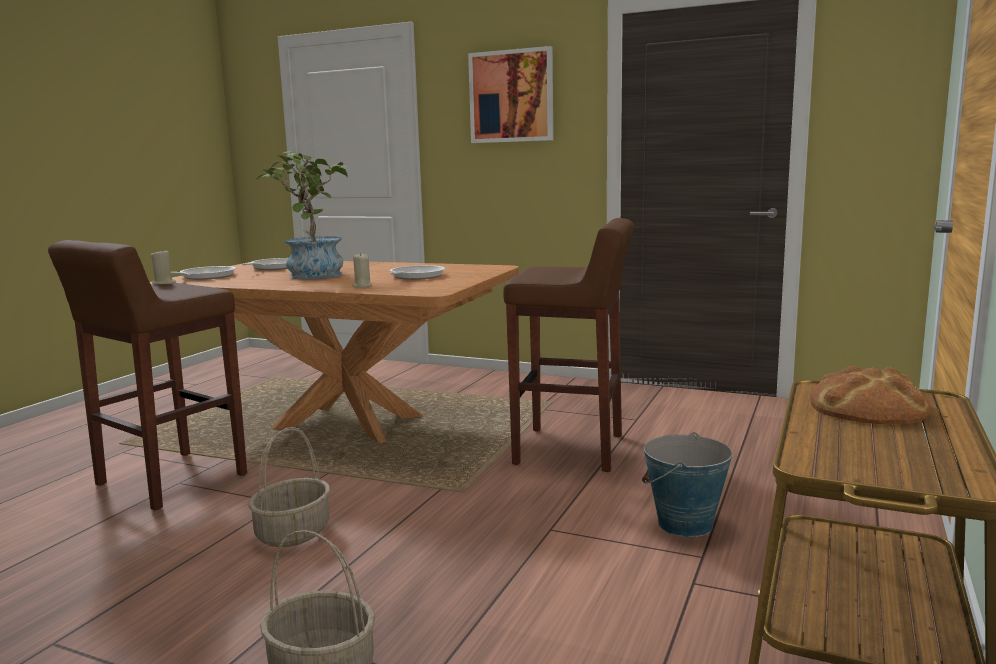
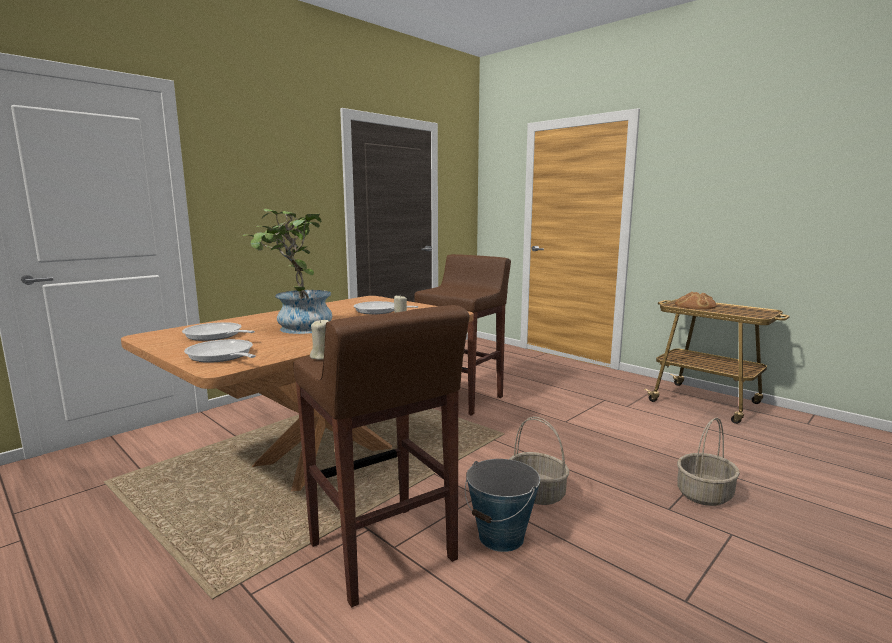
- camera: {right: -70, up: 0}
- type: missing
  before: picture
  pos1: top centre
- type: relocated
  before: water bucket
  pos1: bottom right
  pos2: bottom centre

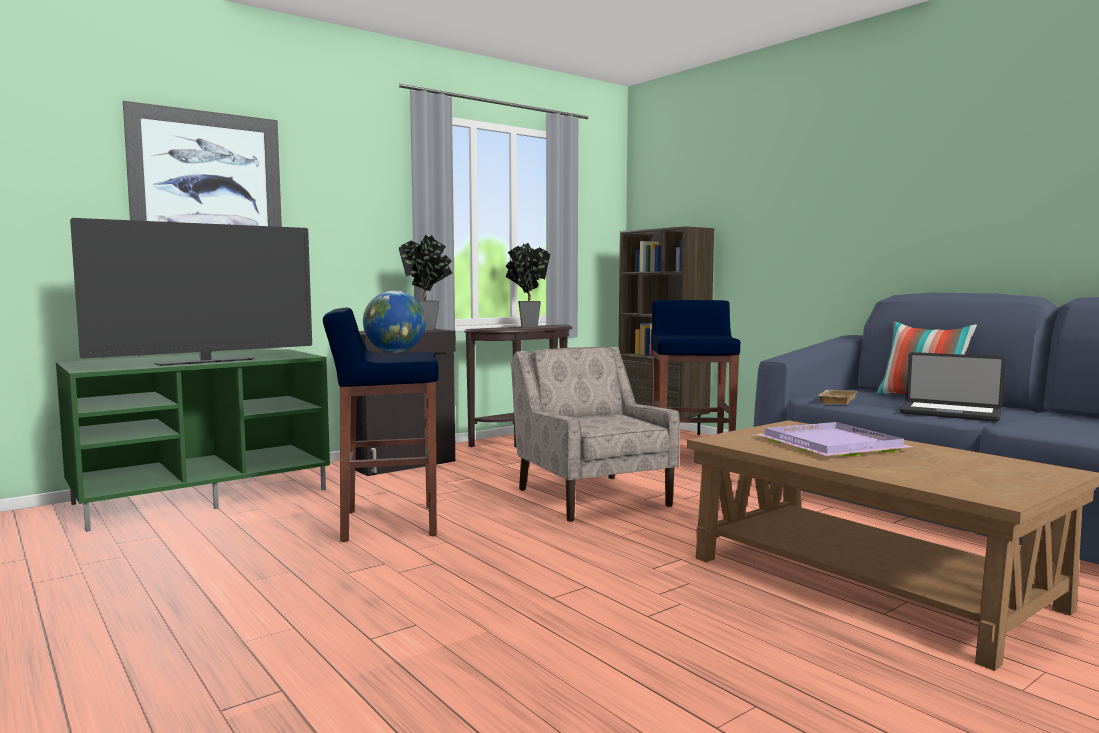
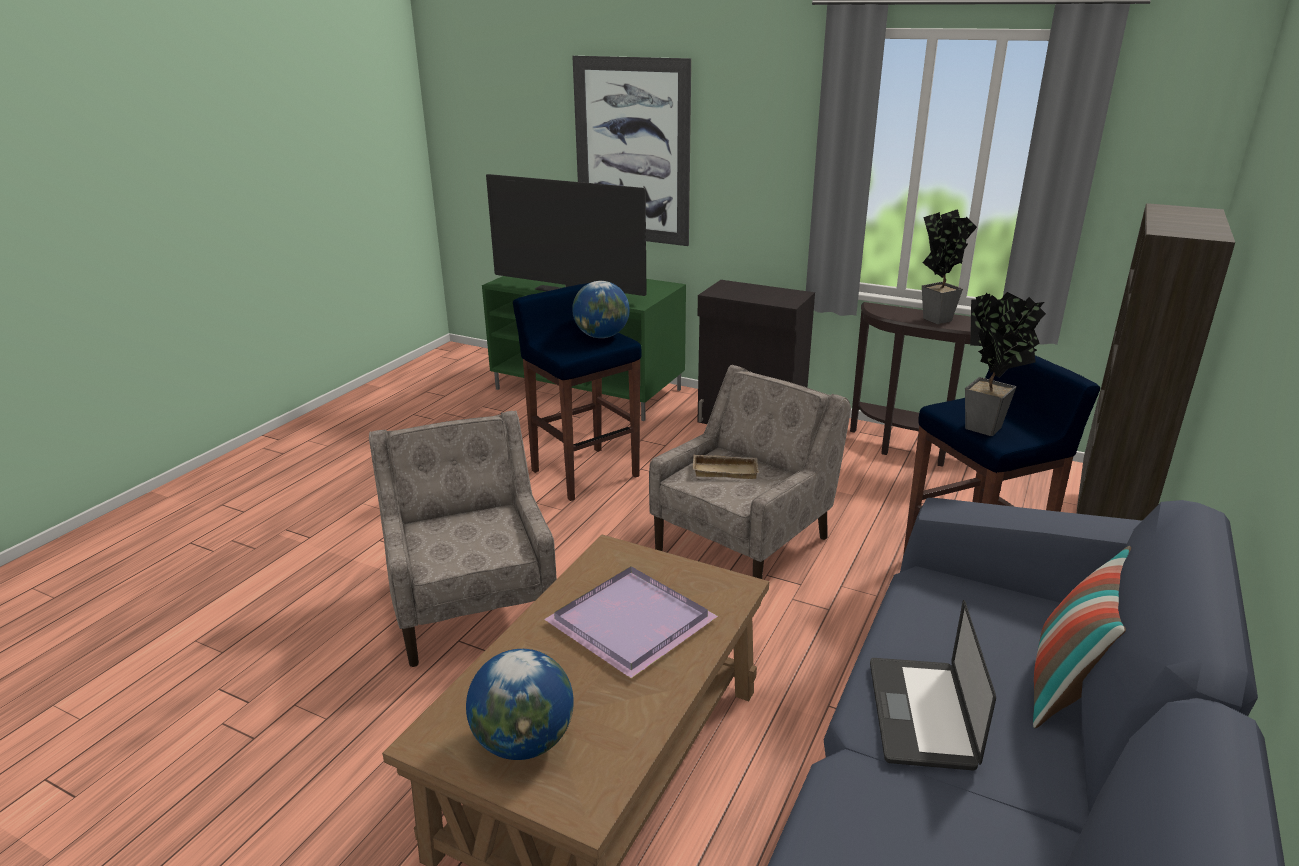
- camera: {right: 65, up: 20}
- type: relocated
  before: houseplant (no. 1 from left in the first image)
  after: houseplant (no. 2 from left)
  pos1: centre
  pos2: middle right
- type: relocated
  before: beige serving tray
  pos1: middle right
  pos2: centre
- type: appeared
  after: beige lounge chair (no. 1 from left)
  pos2: centre
- type: appeared
  after: desk globe (no. 1 from left)
  pos2: bottom centre

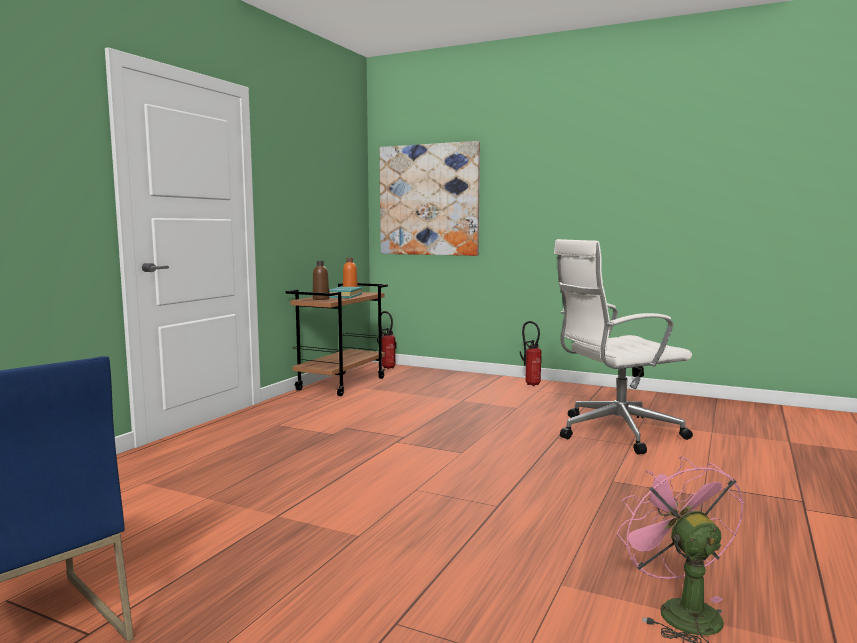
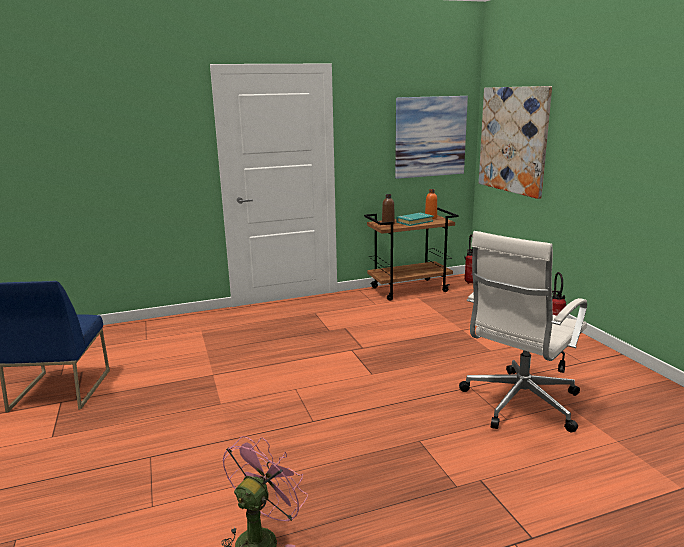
- camera: {right: 45, up: 10}
- type: spun
  before: whitish computer chair
  pos1: middle right
  pos2: middle right
  turn: -75
- type: appeared
  after: picture (no. 1 from left)
  pos2: top centre

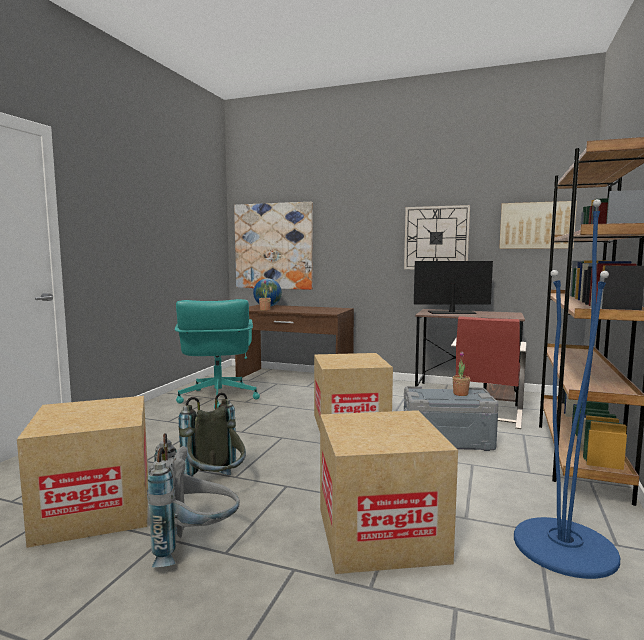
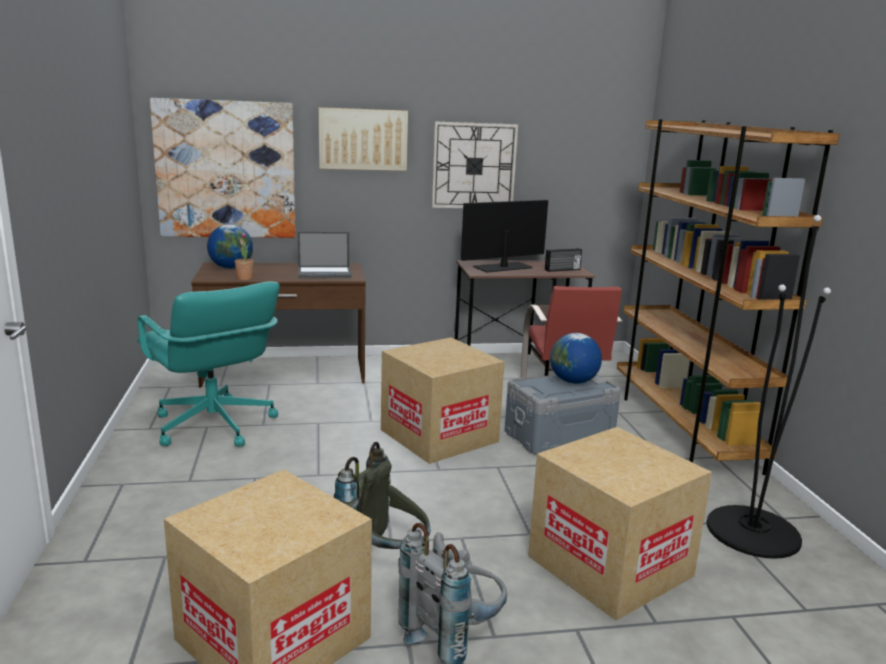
- camera: {right: -30, up: 10}
- type: colour
  before: blue-coloured standing lamp
  after: black-coloured standing lamp
  pos1: middle right
  pos2: middle right
- type: relocated
  before: picture (no. 2 from left)
  pos1: middle right
  pos2: top centre
- type: exchanged
  before: houseplant (no. 2 from left)
  after: desk globe (no. 2 from left)
  pos1: middle right
  pos2: centre
- type: appeared
  after: portable computer
  pos2: centre
- type: appeared
  after: radio receiver
  pos2: centre

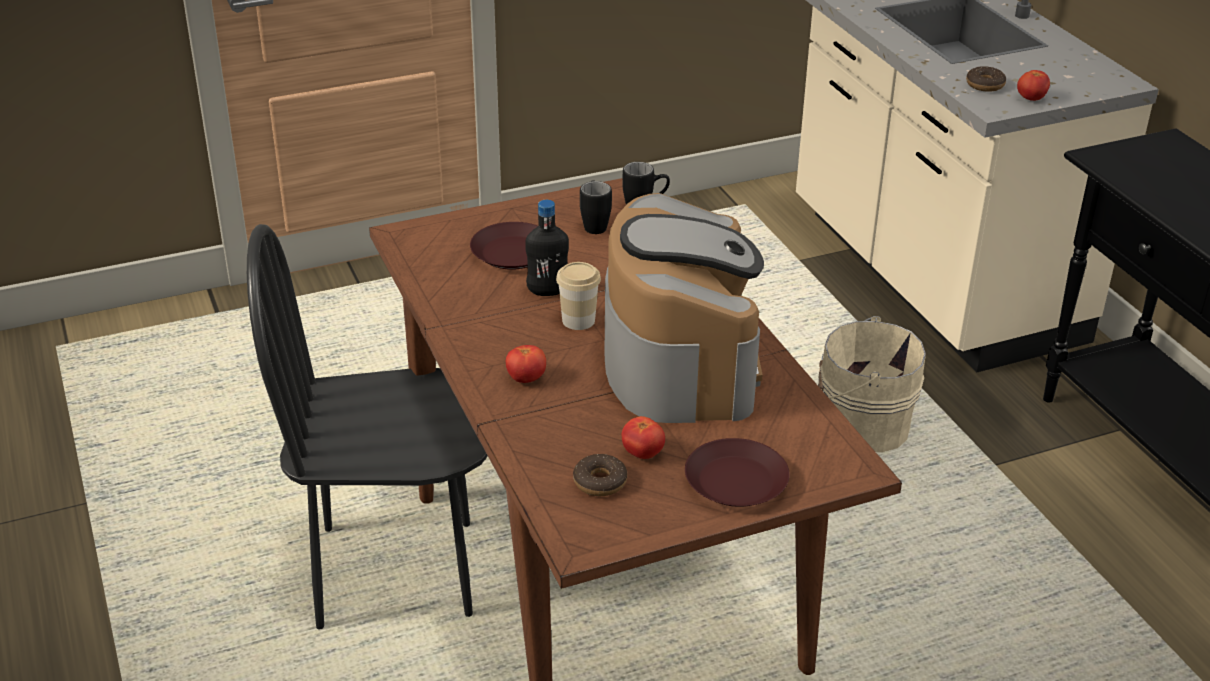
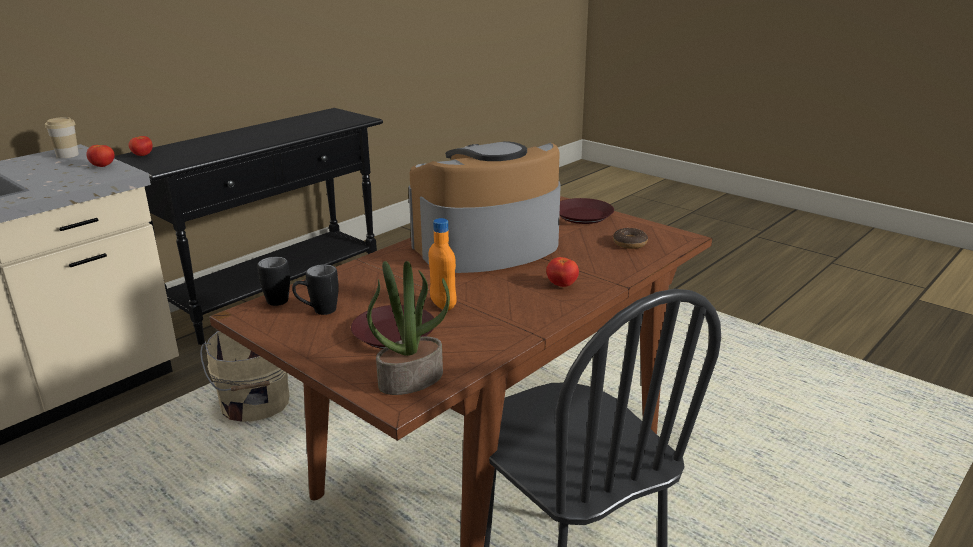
- camera: {right: -115, up: -10}
- type: missing
  before: doughnut (no. 2 from left)
  pos1: top right
- type: colour
  before: black-coloured drink bottle
  after: orange-coloured drink bottle
  pos1: centre
  pos2: centre
- type: relocated
  before: cup
  pos1: centre
  pos2: top left
- type: relocated
  before: fresh tomato (no. 2 from left)
  pos1: centre
  pos2: top left
- type: appeared
  after: houseplant
  pos2: centre

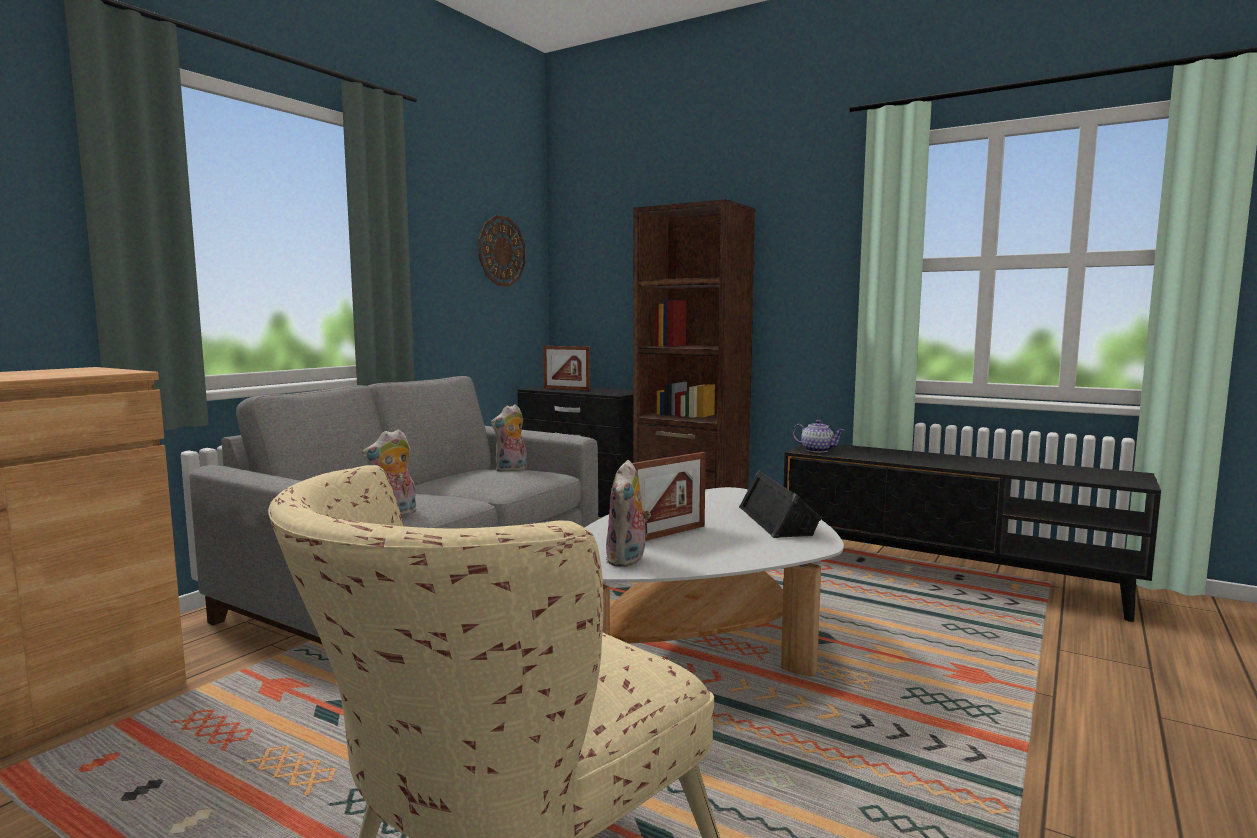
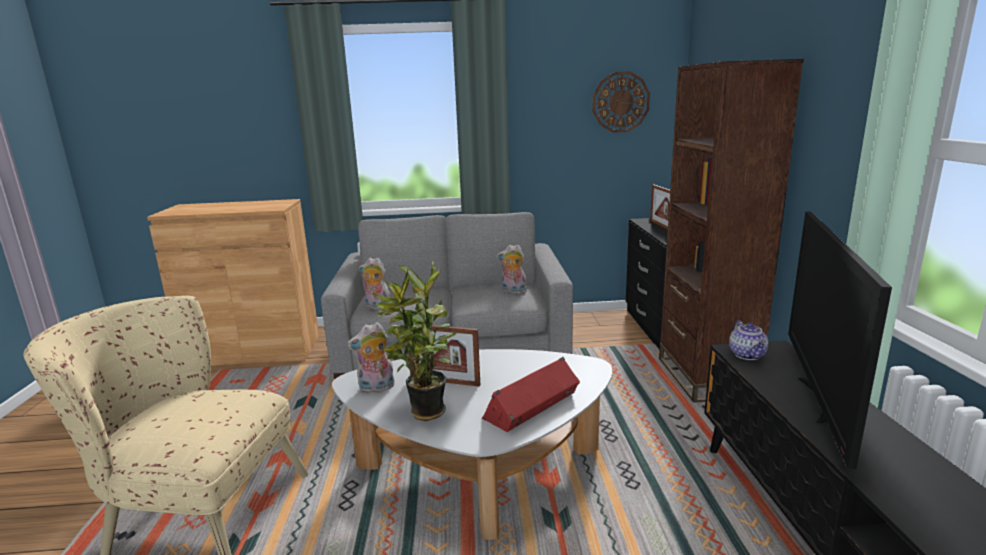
- camera: {right: 55, up: 10}
- type: colour
  before: black-coloured audio speaker
  after: reddish audio speaker
  pos1: centre
  pos2: bottom centre
- type: appeared
  after: TV
  pos2: middle right
- type: appeared
  after: houseplant
  pos2: centre

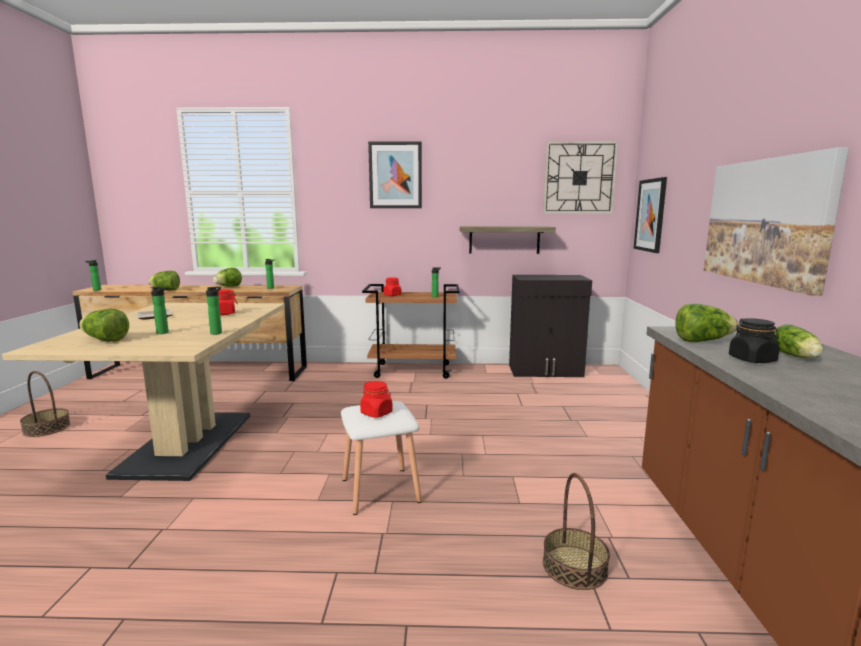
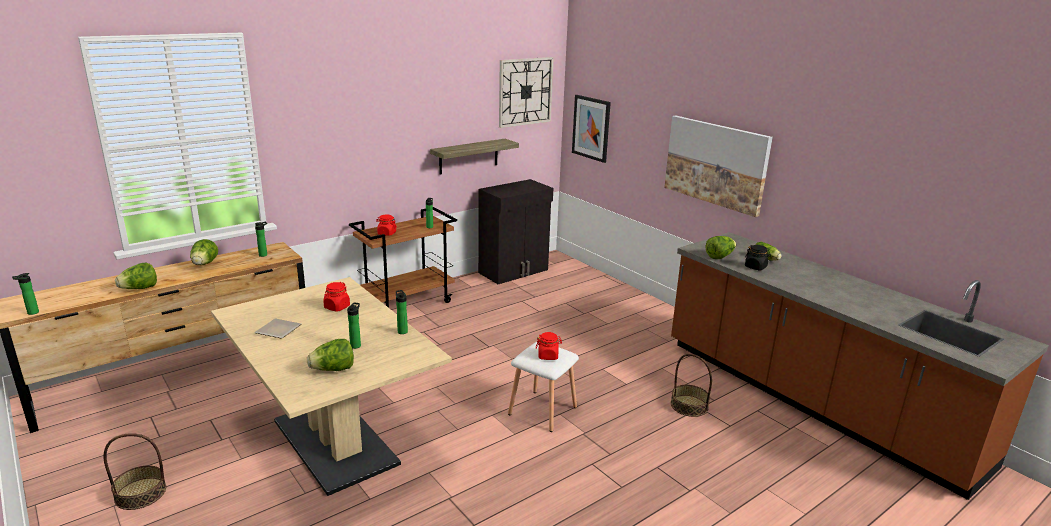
- camera: {right: -40, up: 10}
- type: missing
  before: picture (no. 1 from left)
  pos1: top centre

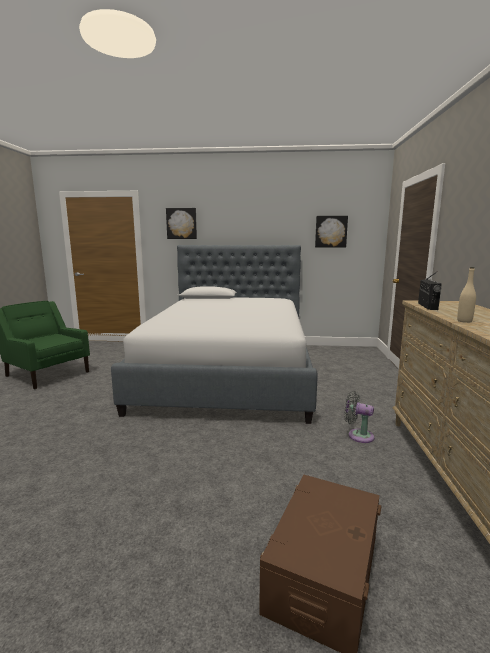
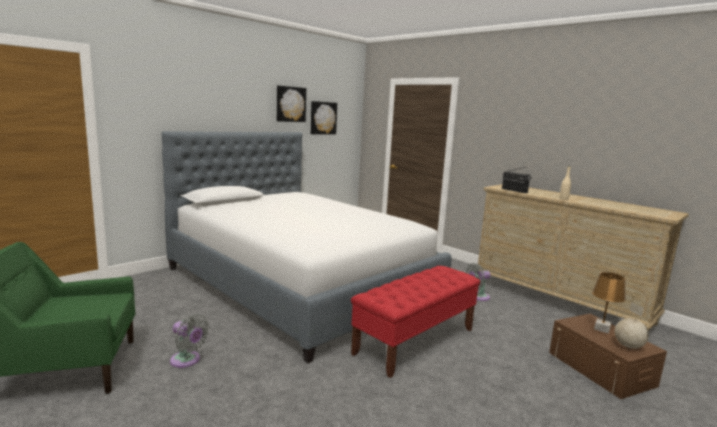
- camera: {right: -50, up: 0}
- type: relocated
  before: picture (no. 1 from left)
  pos1: centre
  pos2: top centre
- type: appeared
  after: reddish bench
  pos2: bottom centre
- type: appeared
  after: brownish tabletop lamp
  pos2: bottom right
- type: appeared
  after: desk globe
  pos2: bottom right
- type: appeared
  after: gray electric fan (no. 1 from left)
  pos2: bottom left

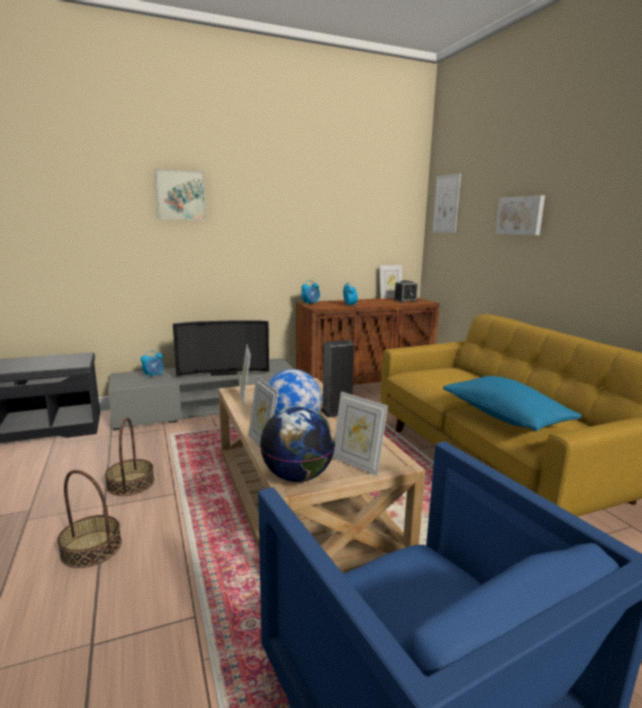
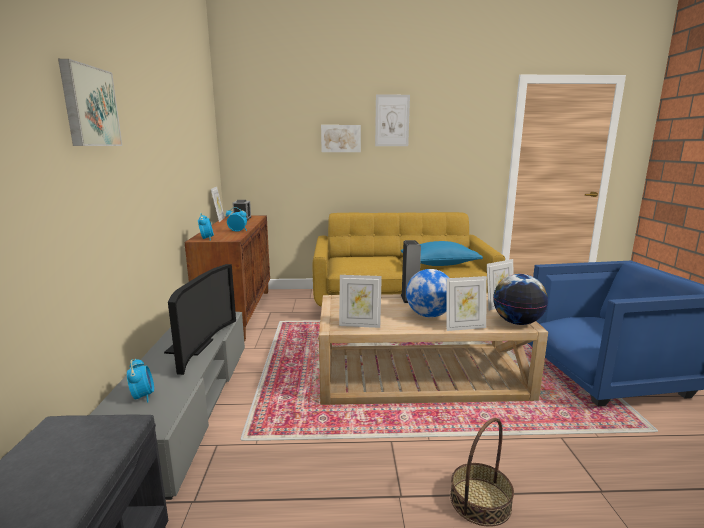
- camera: {right: -70, up: 0}
- type: relocated
  before: picture (no. 2 from left in the first image)
  after: picture (no. 3 from left)
  pos1: top right
  pos2: top centre
- type: missing
  before: household basket (no. 2 from left)
  pos1: middle left

